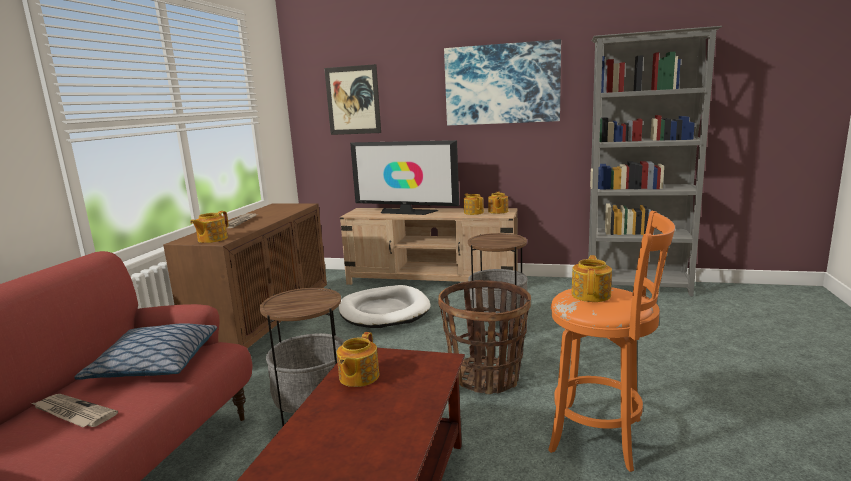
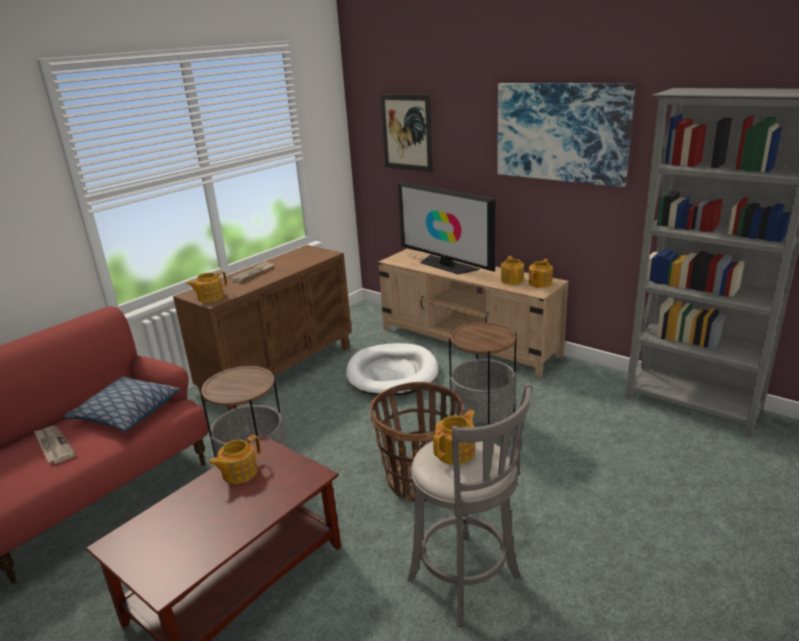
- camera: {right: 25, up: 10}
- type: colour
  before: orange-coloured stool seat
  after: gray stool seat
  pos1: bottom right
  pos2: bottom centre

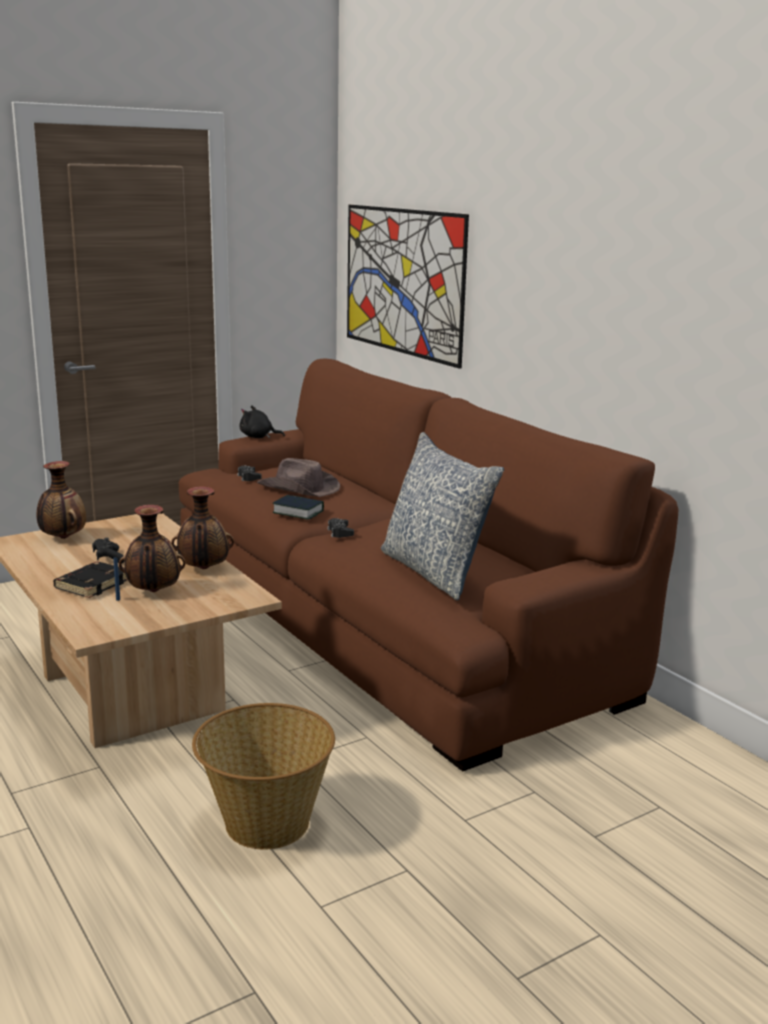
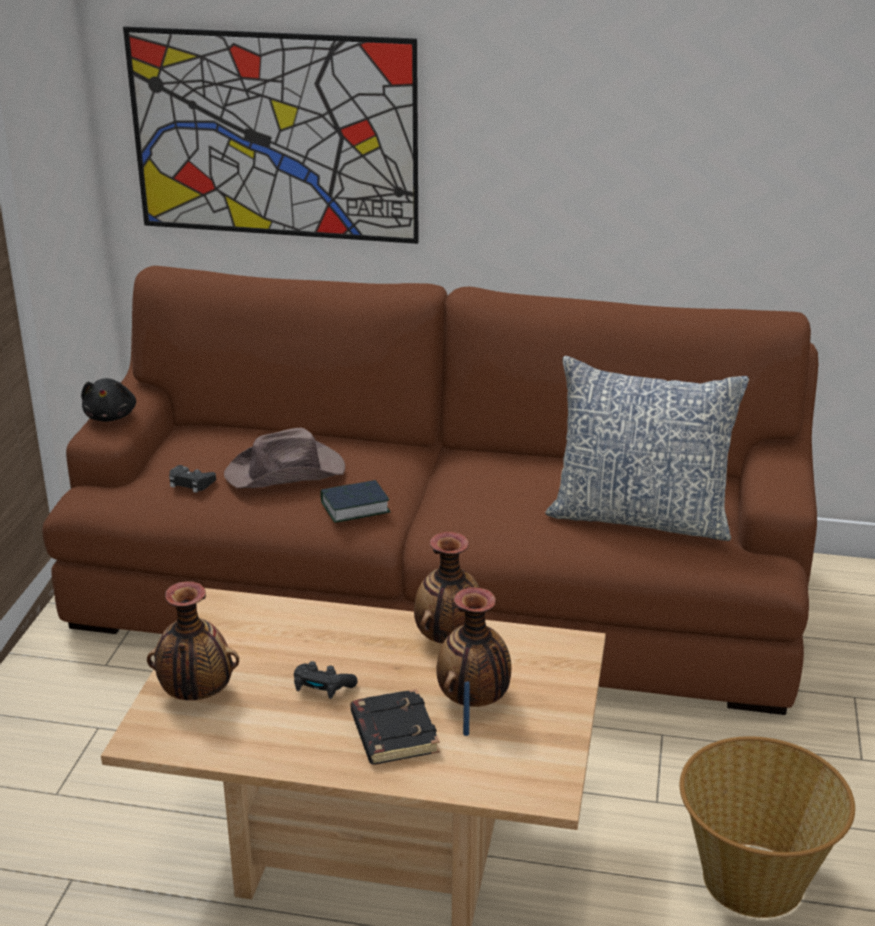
- camera: {right: -45, up: 10}
- type: spun
  before: black-coloured plush toy
  pos1: centre
  pos2: middle left
  turn: -60
- type: missing
  before: black-coloured game controller (no. 3 from left)
  pos1: centre

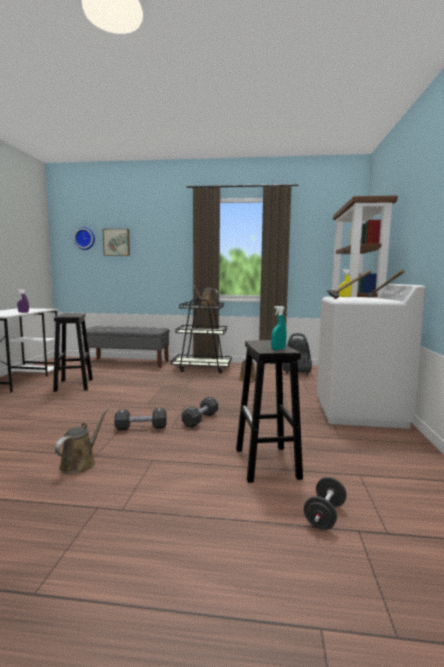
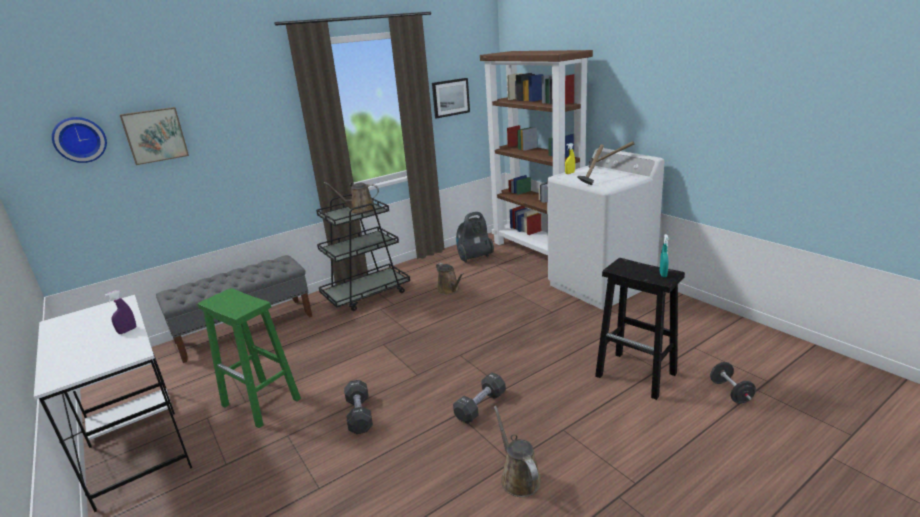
- camera: {right: -40, up: 15}
- type: colour
  before: black-coloured stool seat (no. 1 from left)
  after: green stool seat
  pos1: middle left
  pos2: bottom left
- type: relocated
  before: black-coloured free weight (no. 2 from left in the first image)
  after: black-coloured free weight (no. 1 from left)
  pos1: centre
  pos2: bottom centre
- type: appeared
  after: picture (no. 2 from left)
  pos2: top centre

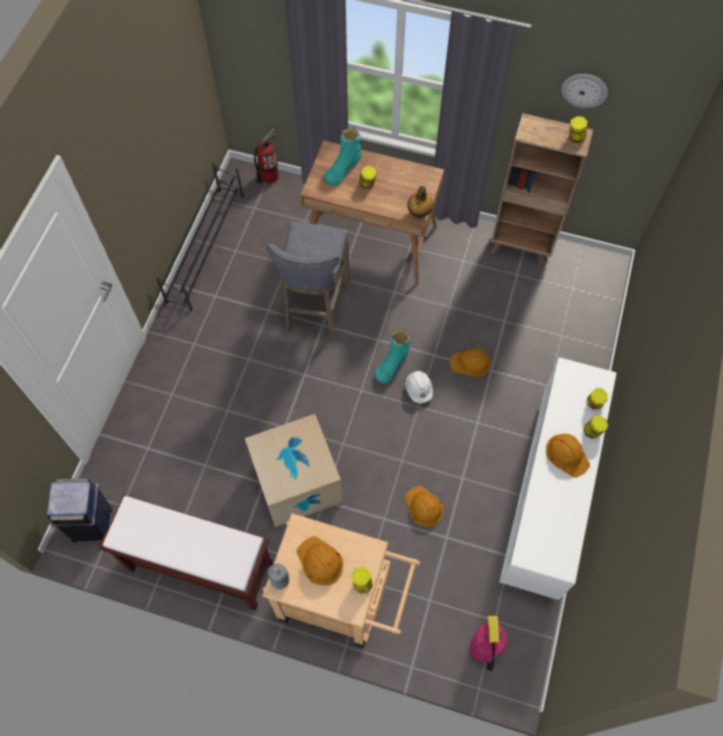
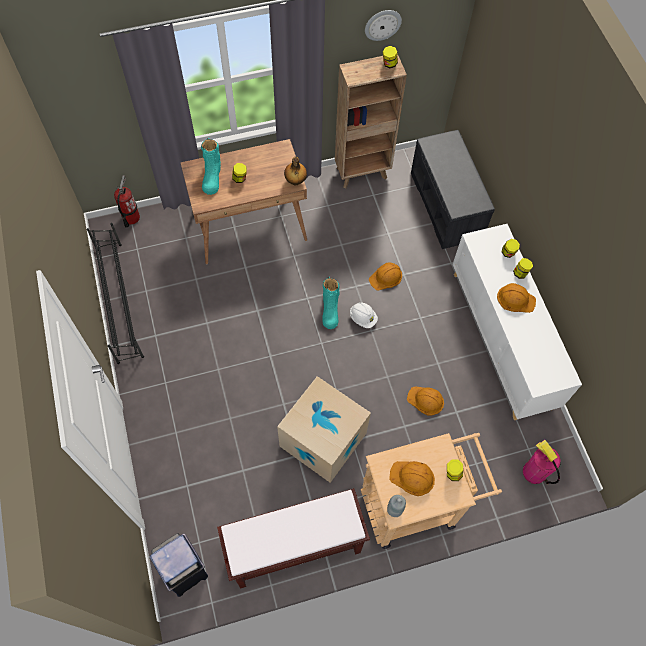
- camera: {right: -35, up: 0}
- type: missing
  before: gray stool seat
  pos1: centre
- type: appeared
  after: gray bench
  pos2: top right

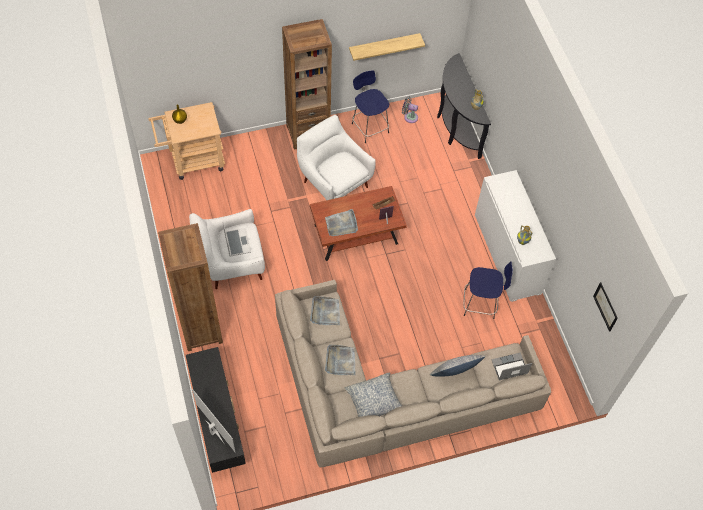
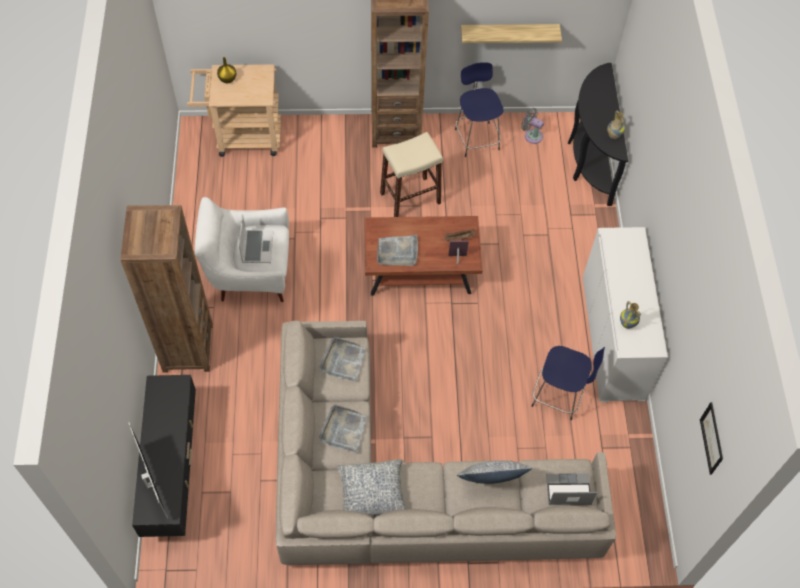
- camera: {right: 15, up: 0}
- type: exchanged
  before: whitish lounge chair (no. 2 from left)
  after: beige stool seat
  pos1: top centre
  pos2: top centre

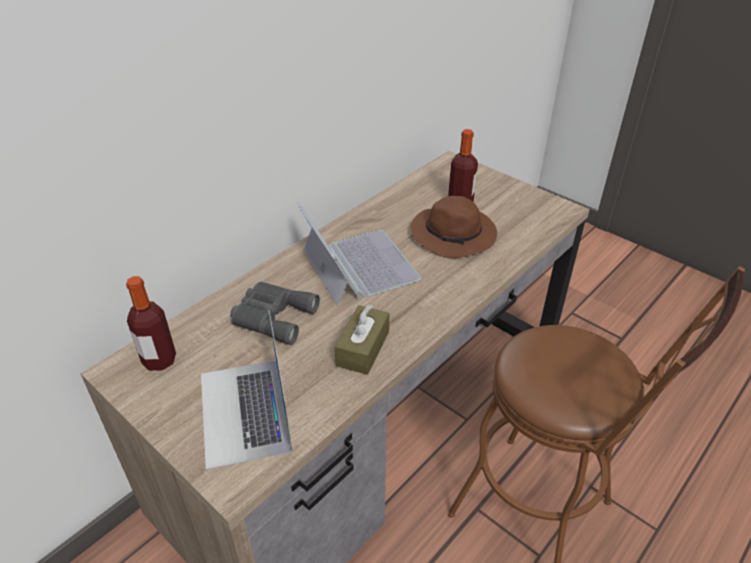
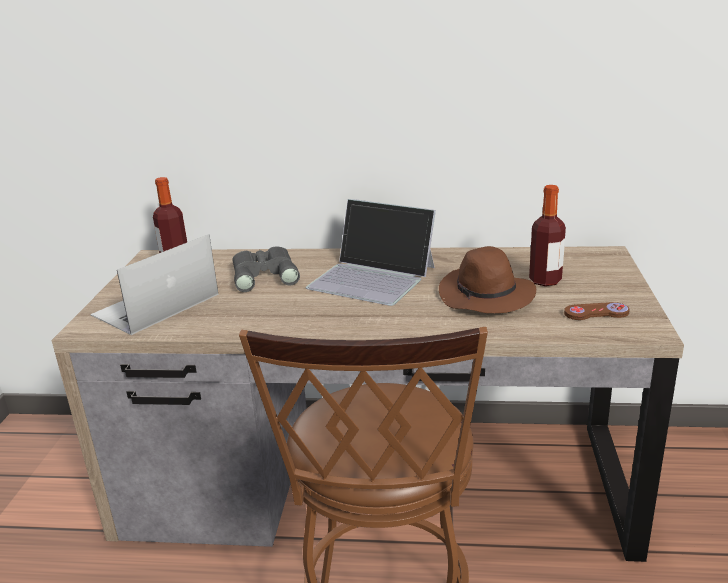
- camera: {right: 55, up: -15}
- type: spun
  before: portable computer (no. 2 from left)
  pos1: centre
  pos2: centre
  turn: 90
- type: missing
  before: brownish tissue box
  pos1: centre
- type: appeared
  after: brownish game controller
  pos2: middle right

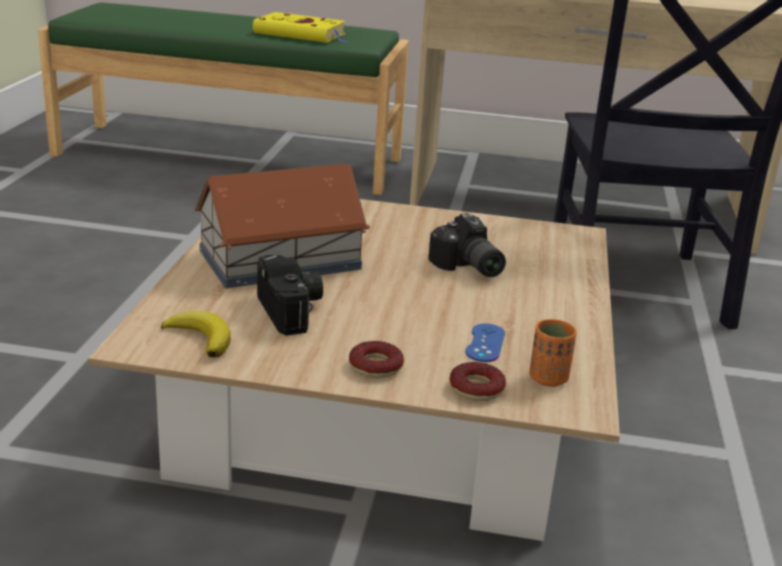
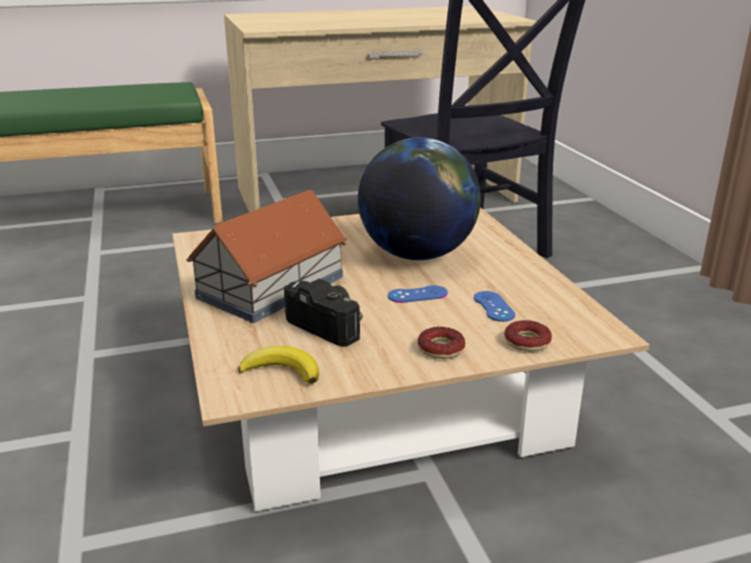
- camera: {right: -25, up: 0}
- type: missing
  before: yellowish bound book
  pos1: top centre
- type: exchanged
  before: photo camera (no. 2 from left)
  after: desk globe
  pos1: centre
  pos2: centre
- type: missing
  before: orange-coloured cup
  pos1: middle right
- type: appeared
  after: blue-coloured game controller (no. 1 from left)
  pos2: centre

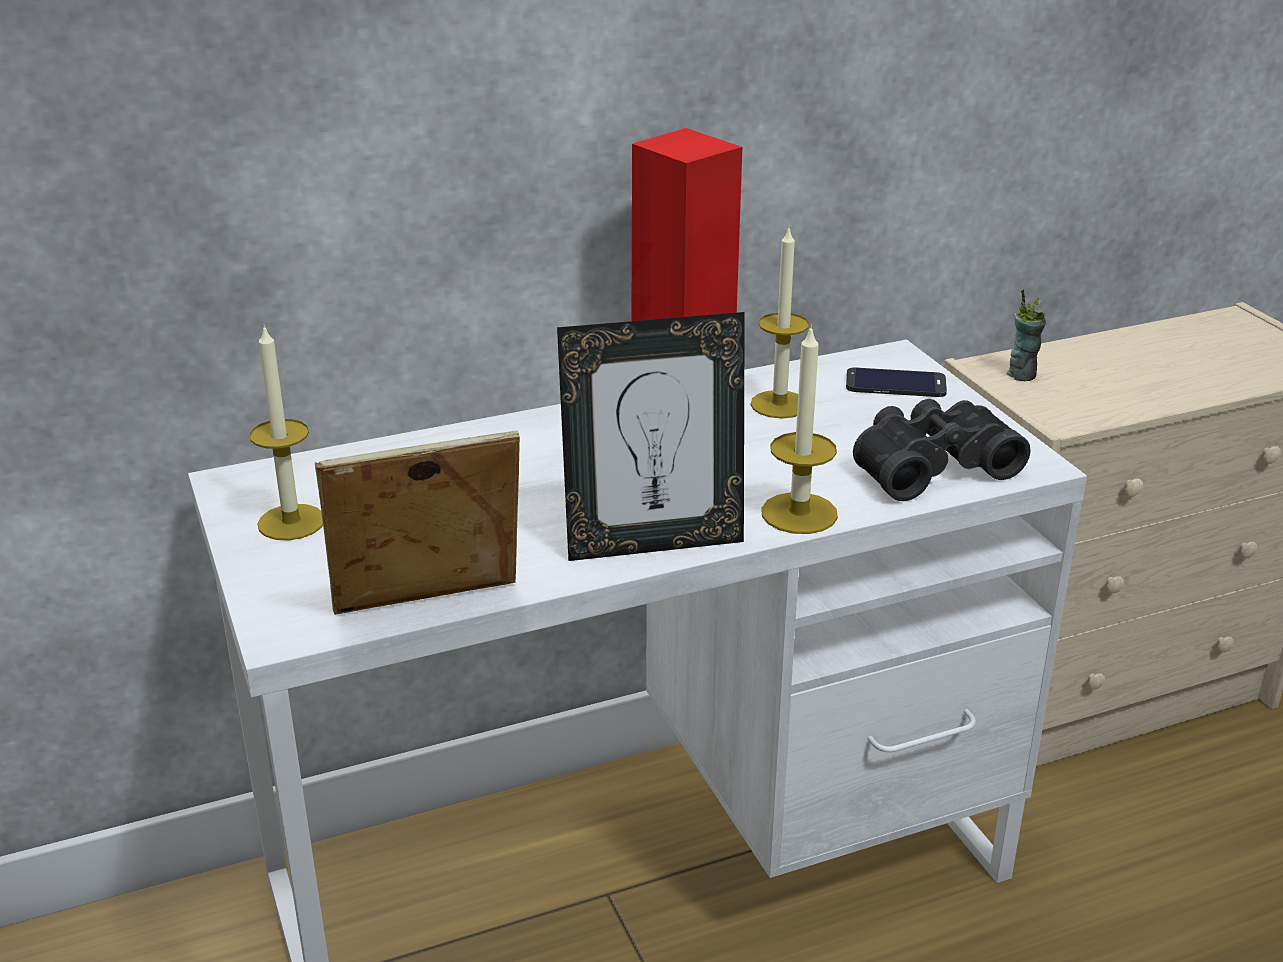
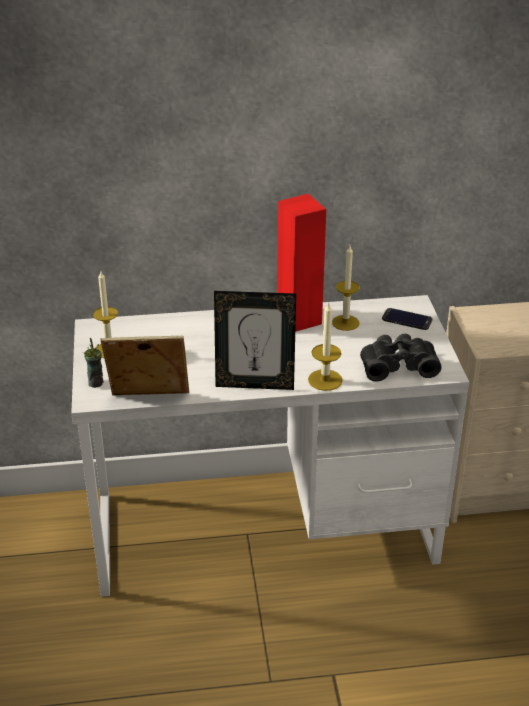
- camera: {right: 15, up: 5}
- type: relocated
  before: cup
  pos1: middle right
  pos2: middle left

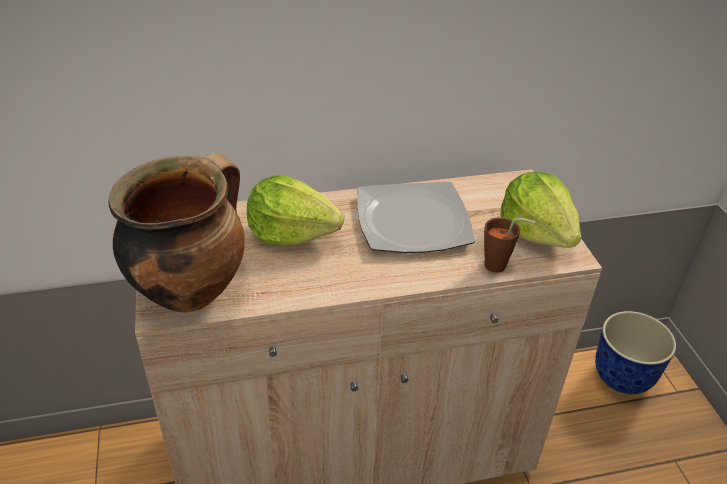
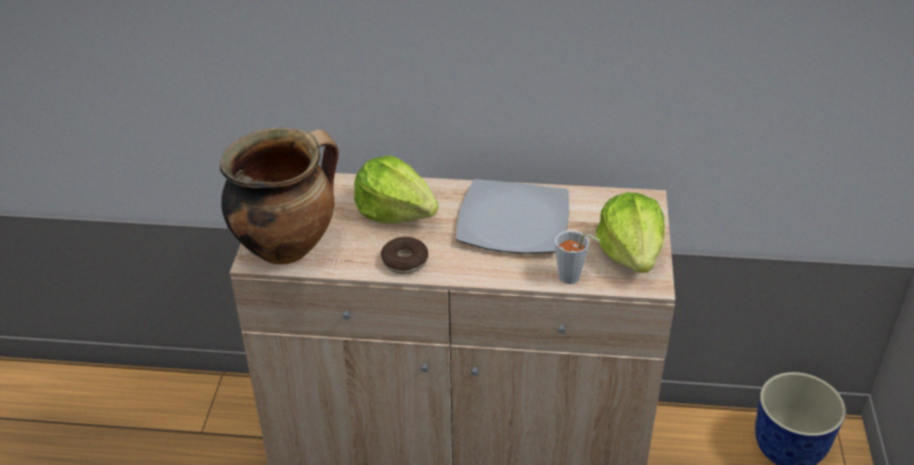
- camera: {right: 20, up: 0}
- type: colour
  before: brownish cup
  after: gray cup
  pos1: middle right
  pos2: centre
- type: appeared
  after: doughnut
  pos2: centre

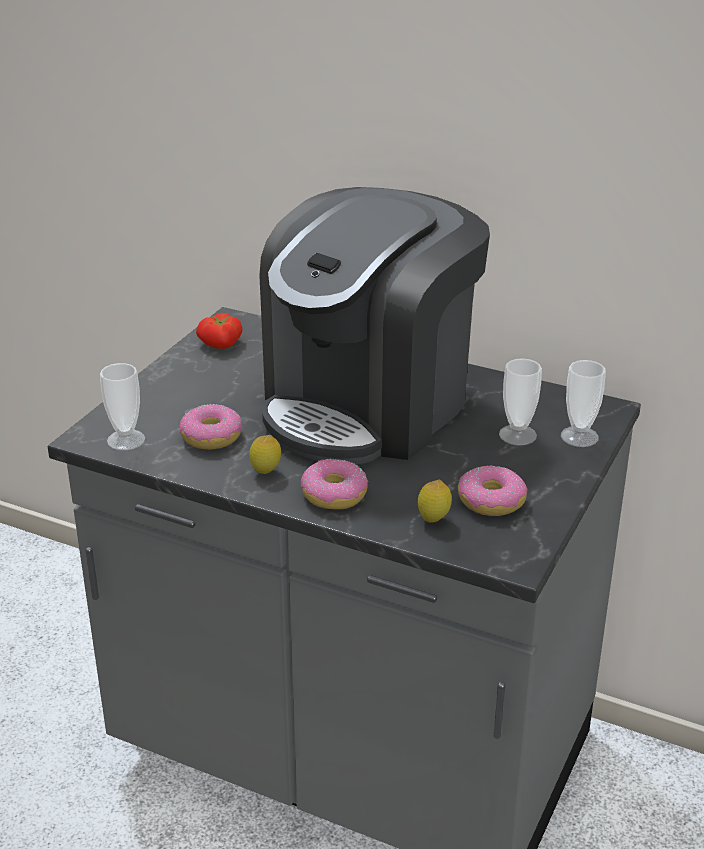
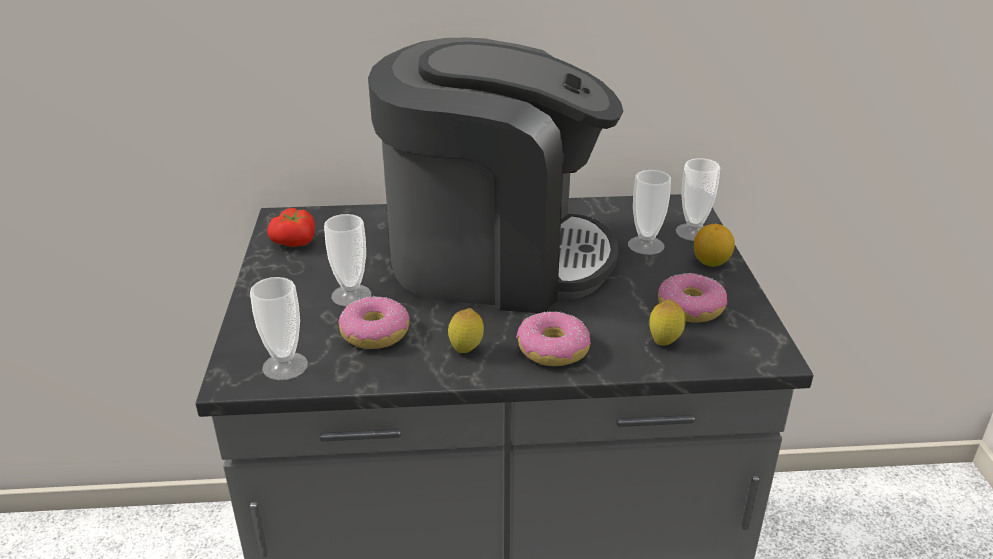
- camera: {right: -30, up: 0}
- type: spun
  before: coffee brewer
  pos1: centre
  pos2: top centre
  turn: -90
- type: appeared
  after: cup (no. 2 from left)
  pos2: centre
- type: appeared
  after: lemon (no. 3 from left)
  pos2: middle right

